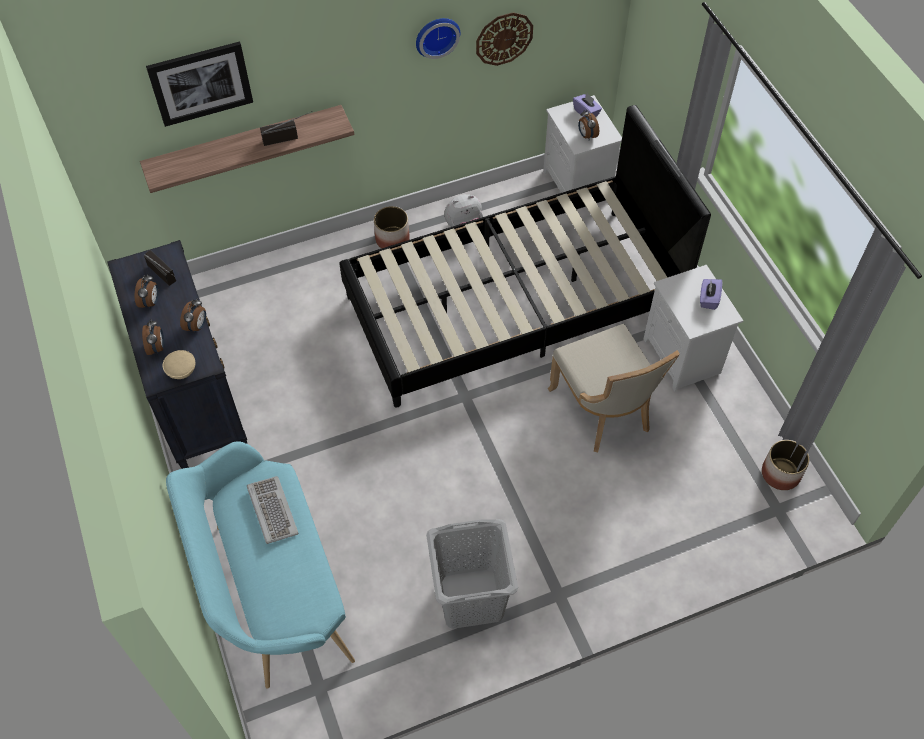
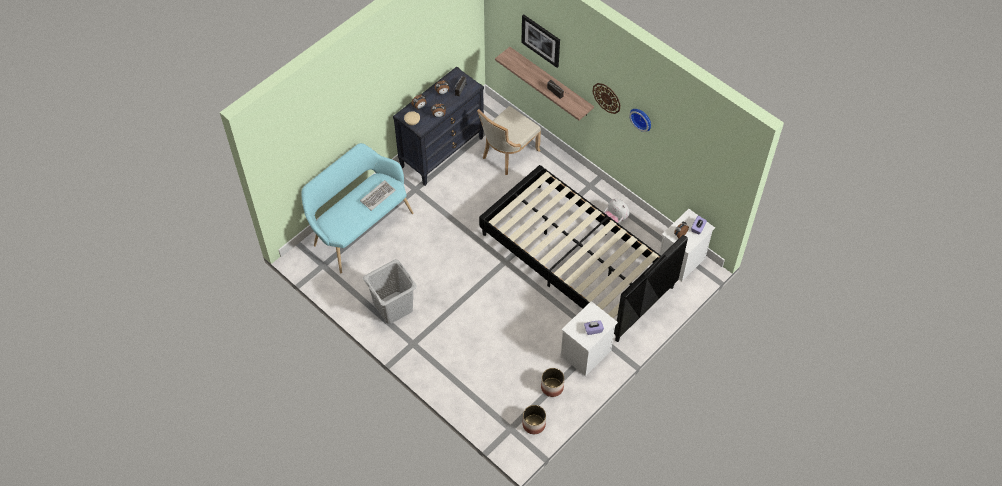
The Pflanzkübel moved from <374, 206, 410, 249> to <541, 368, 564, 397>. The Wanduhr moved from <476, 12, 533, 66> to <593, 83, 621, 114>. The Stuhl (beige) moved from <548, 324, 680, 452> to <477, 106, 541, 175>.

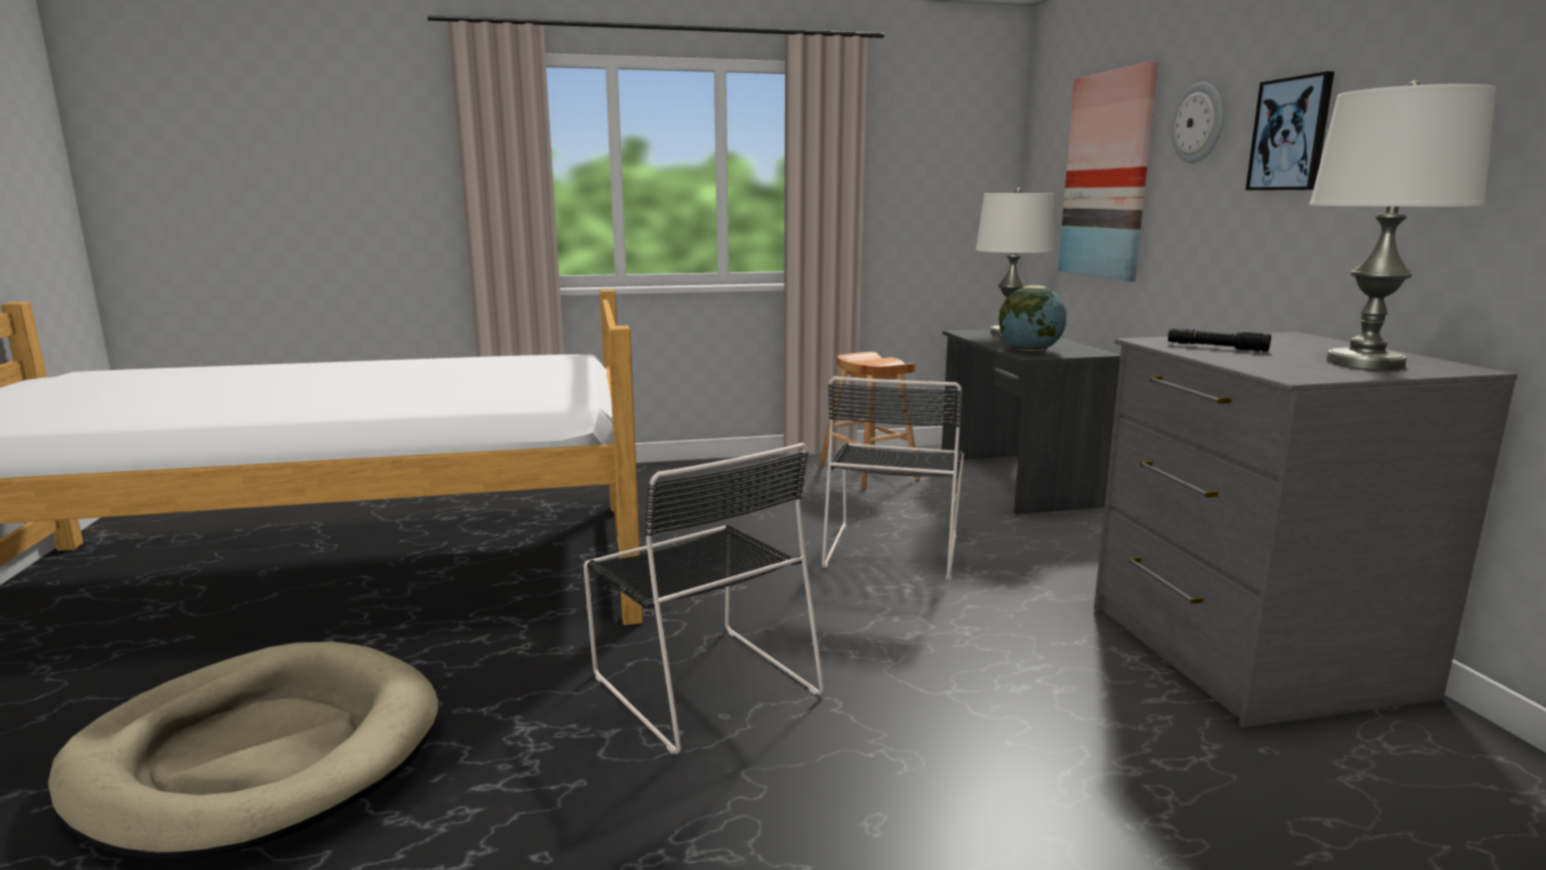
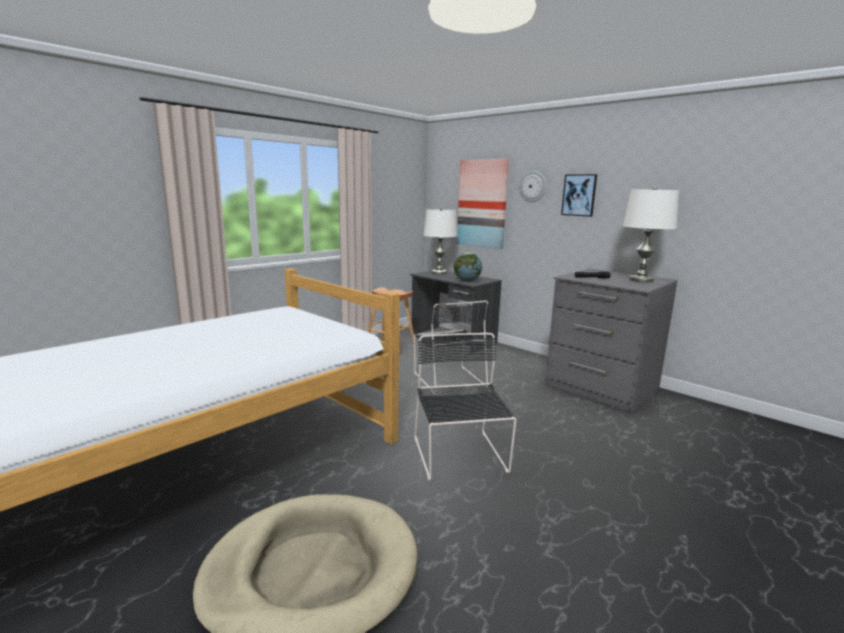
The Stuhl (schwarz) at <583, 443, 824, 754> turned 120 degrees counterclockwise.

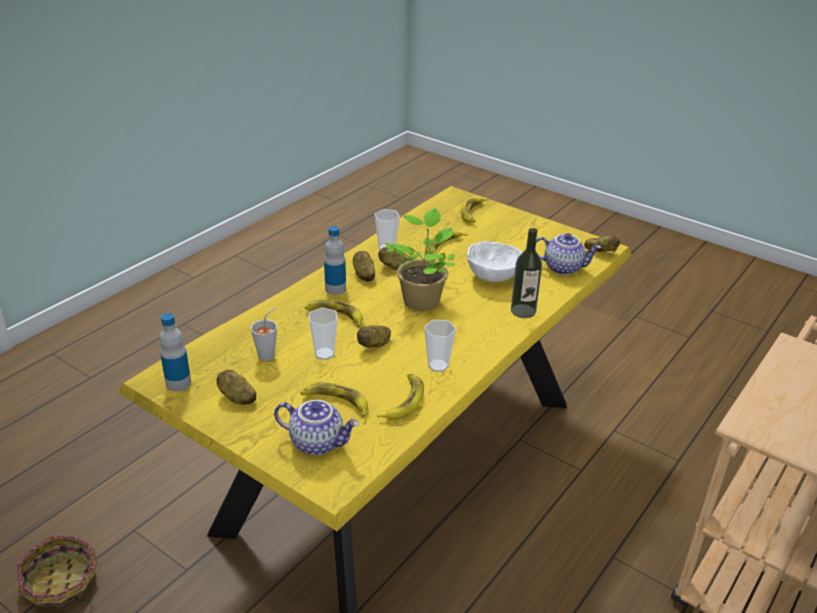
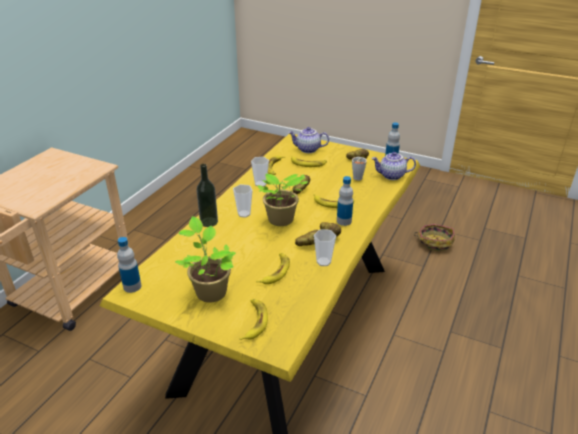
The Tasse moved from <308, 307, 338, 360> to <233, 184, 253, 217>. The Schüssel (weiß) at <467, 241, 522, 282> disappeared. The Teekanne moved from <536, 233, 601, 275> to <371, 152, 416, 180>. The Kartoffel at <584, 235, 620, 252> was replaced by the Flasche at <117, 237, 142, 293>. The Topfpflanze at <175, 216, 236, 303> appeared.

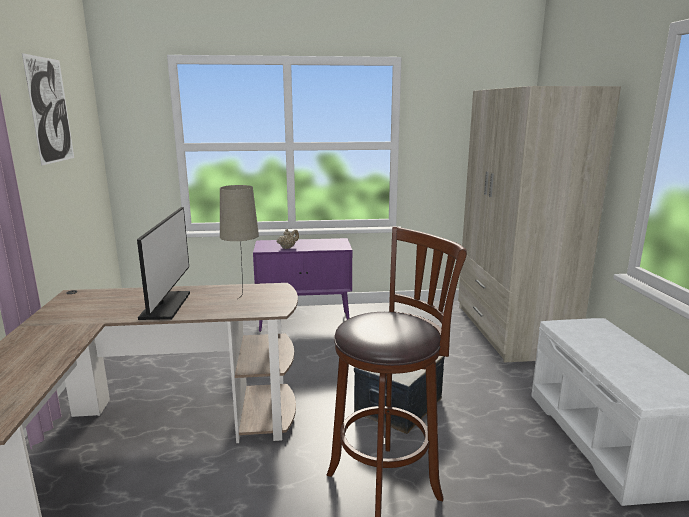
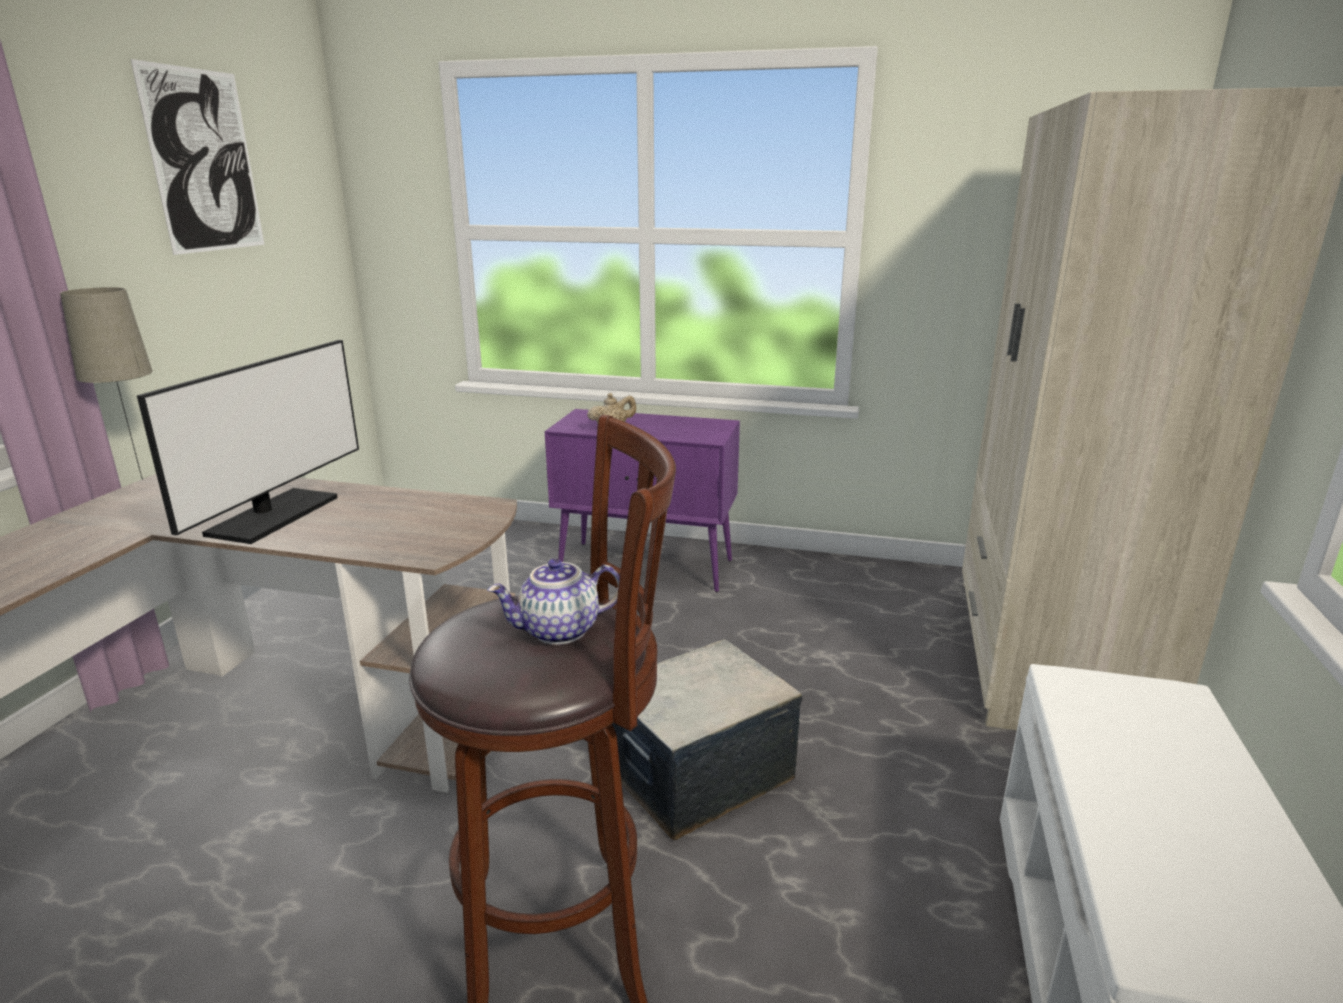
The Tischlampe (beige) moved from <220, 185, 259, 299> to <60, 287, 153, 480>. The Teekanne at <487, 559, 620, 645> appeared.

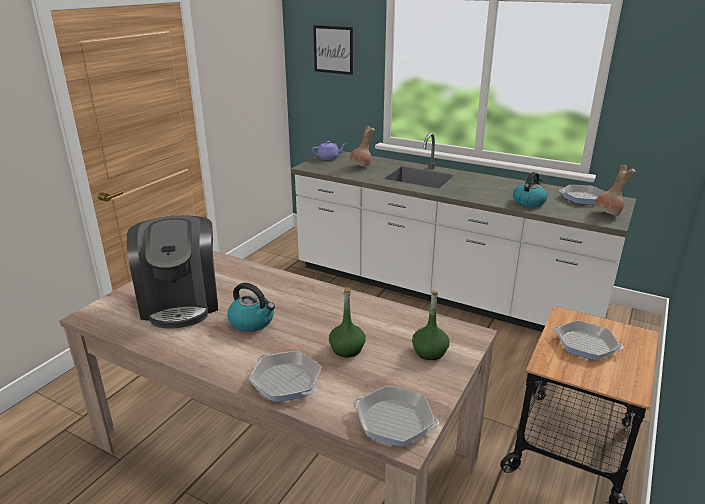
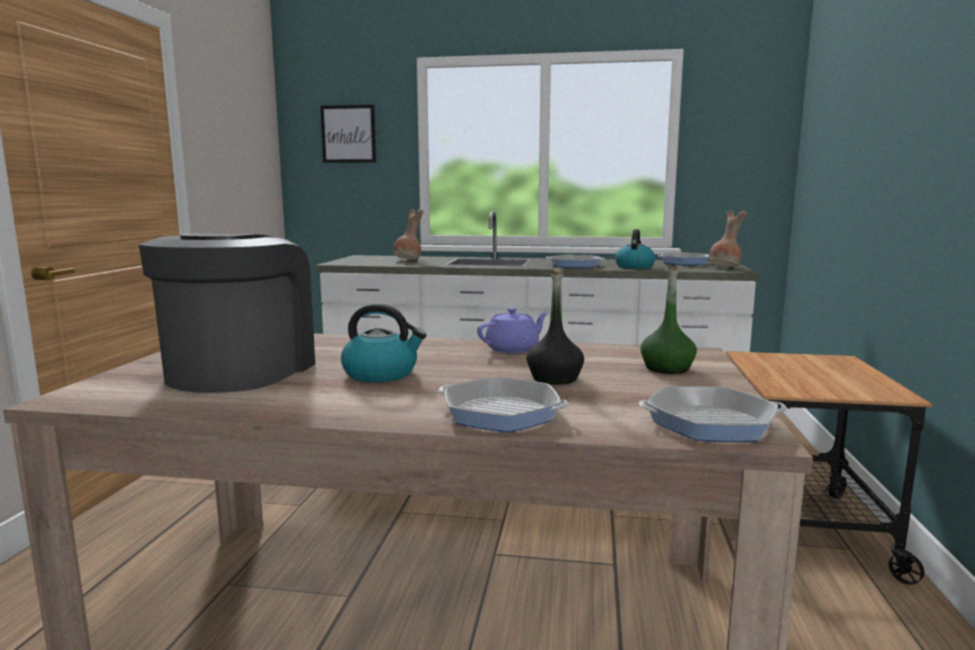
The Kaffeemaschine at <127, 215, 218, 329> turned 135 degrees counterclockwise. The Teekanne (lila) moved from <312, 141, 346, 160> to <477, 308, 549, 353>. The Flasche (grün) at <329, 287, 366, 358> became the Flasche (schwarz) at <526, 269, 584, 385>. The Pfanne moved from <553, 320, 624, 361> to <546, 255, 605, 268>.

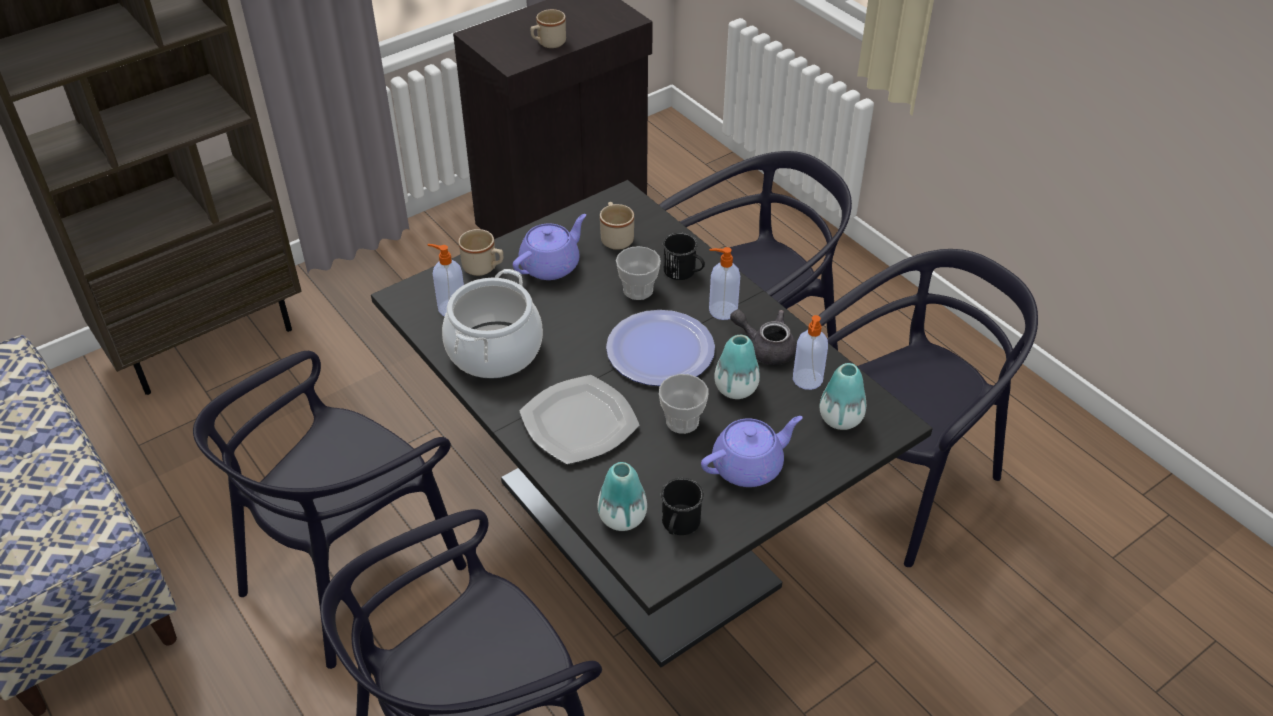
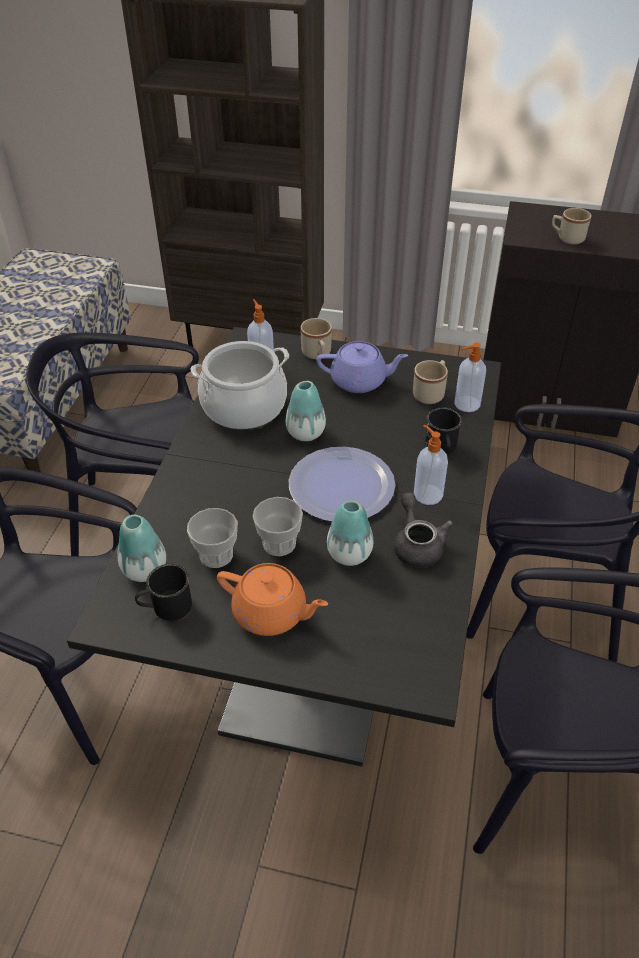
The Teller at <519, 375, 640, 464> disappeared. The Tasse moved from <616, 246, 661, 300> to <187, 508, 238, 568>. The Teekanne (lila) at <701, 416, 803, 487> became the Teekanne (orange) at <217, 563, 328, 636>. The Seifenspender moved from <793, 315, 828, 390> to <454, 343, 486, 412>. The Vase moved from <820, 363, 867, 430> to <286, 381, 326, 441>.

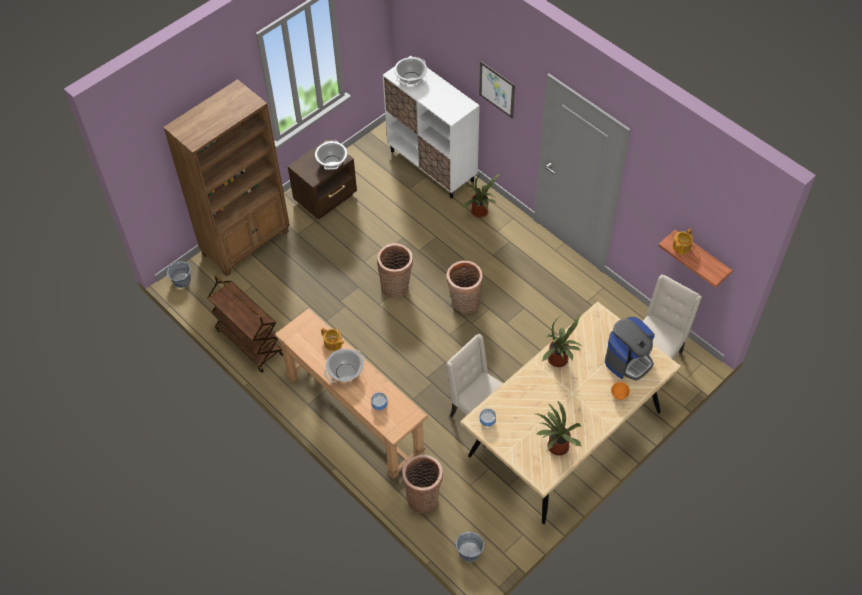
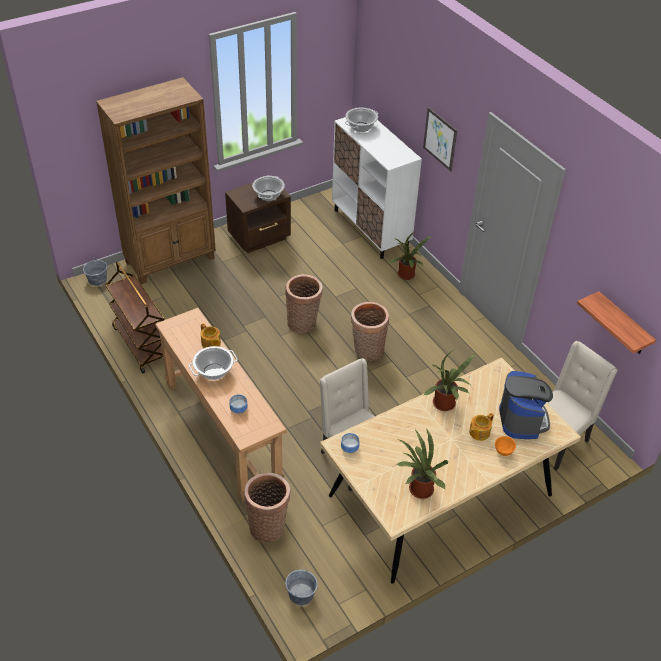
The Kaffeemaschine at <605, 317, 655, 381> turned 60 degrees counterclockwise. The Teekanne moved from <672, 228, 693, 254> to <469, 413, 494, 441>.

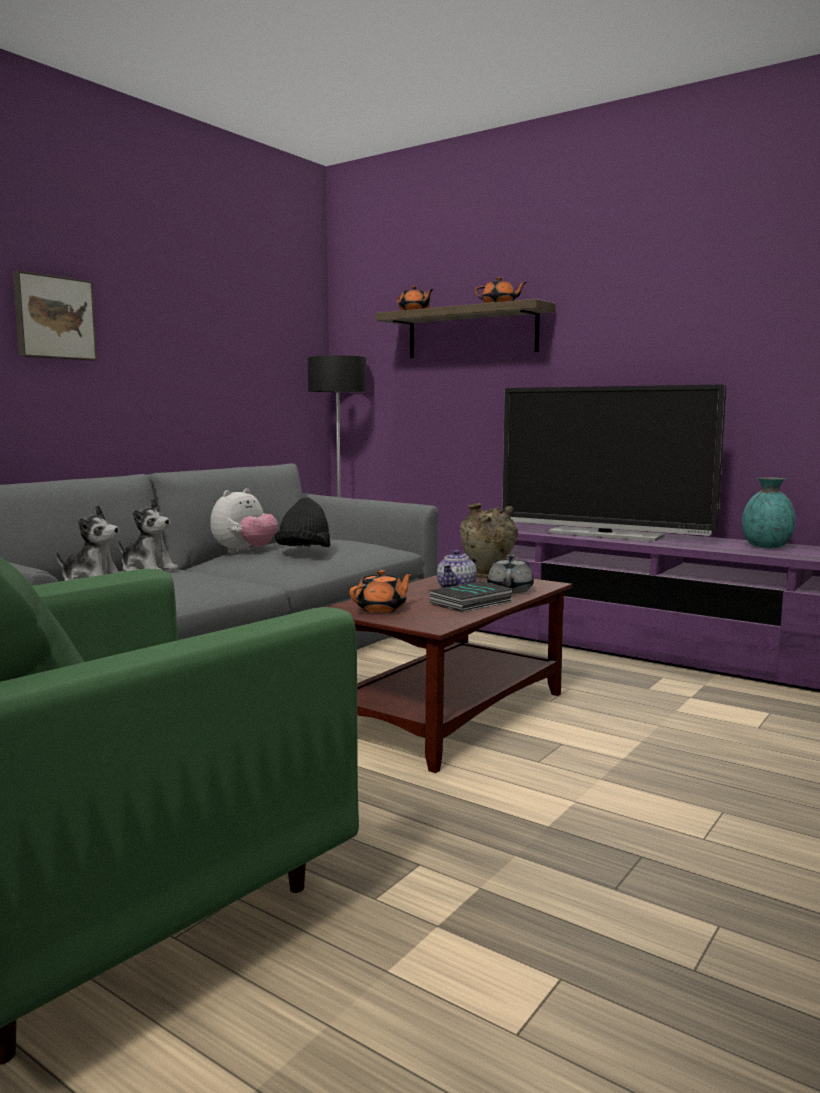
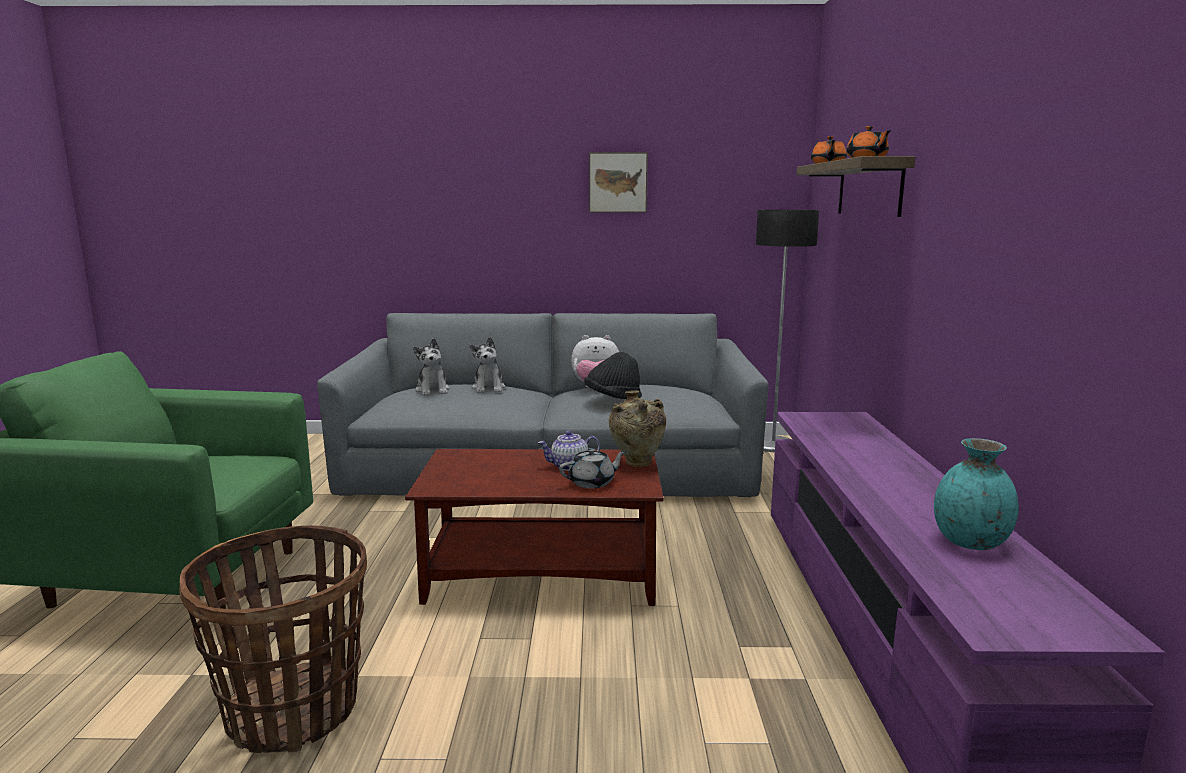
The Bild moved from <13, 271, 97, 360> to <589, 152, 648, 213>. The Teekanne (orange) at <349, 570, 413, 613> disappeared. The Buch at <429, 581, 513, 612> disappeared. The Fernseher at <502, 385, 726, 542> disappeared. The Korb at <179, 525, 367, 753> appeared.

